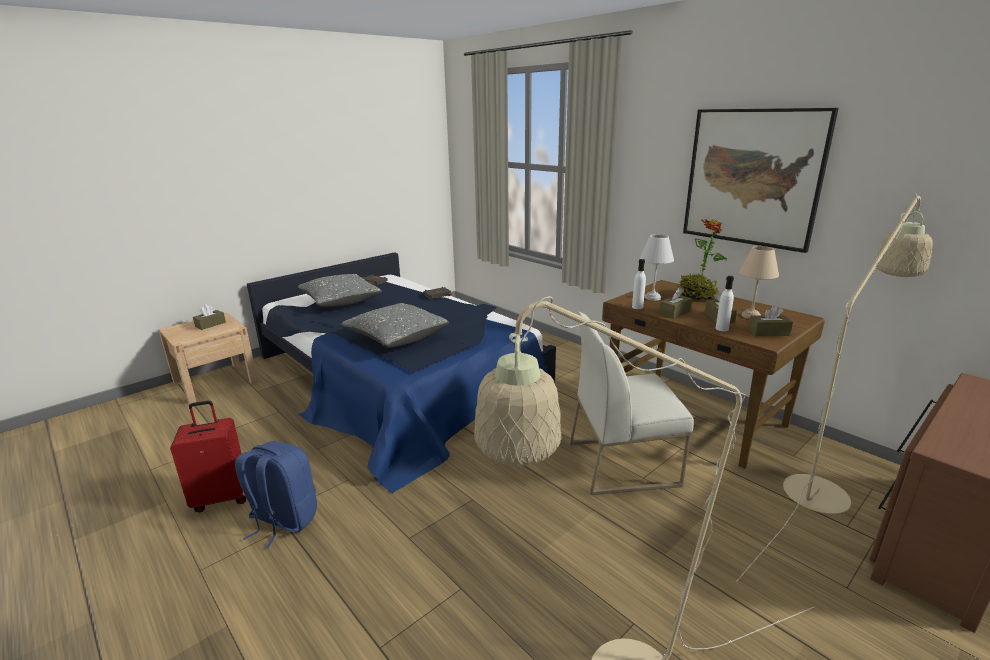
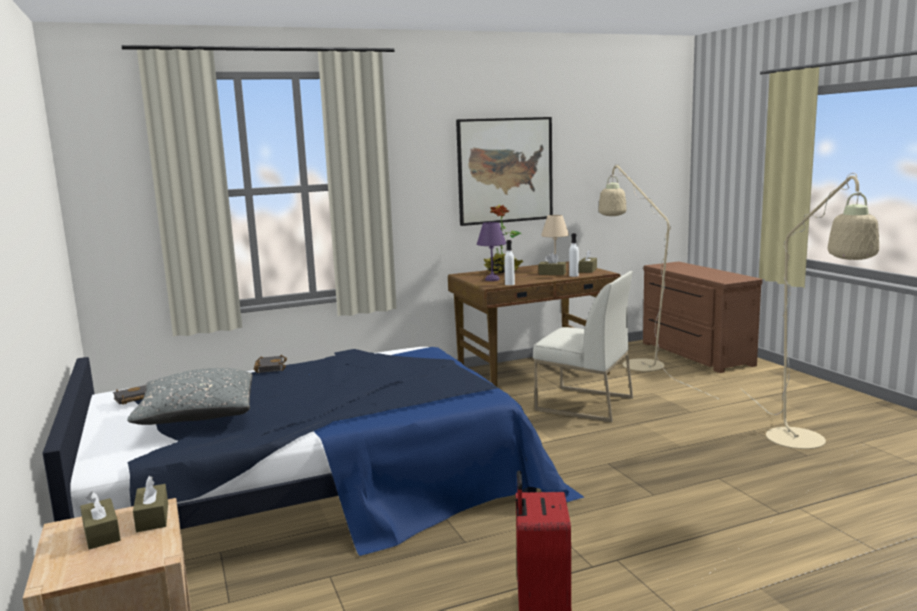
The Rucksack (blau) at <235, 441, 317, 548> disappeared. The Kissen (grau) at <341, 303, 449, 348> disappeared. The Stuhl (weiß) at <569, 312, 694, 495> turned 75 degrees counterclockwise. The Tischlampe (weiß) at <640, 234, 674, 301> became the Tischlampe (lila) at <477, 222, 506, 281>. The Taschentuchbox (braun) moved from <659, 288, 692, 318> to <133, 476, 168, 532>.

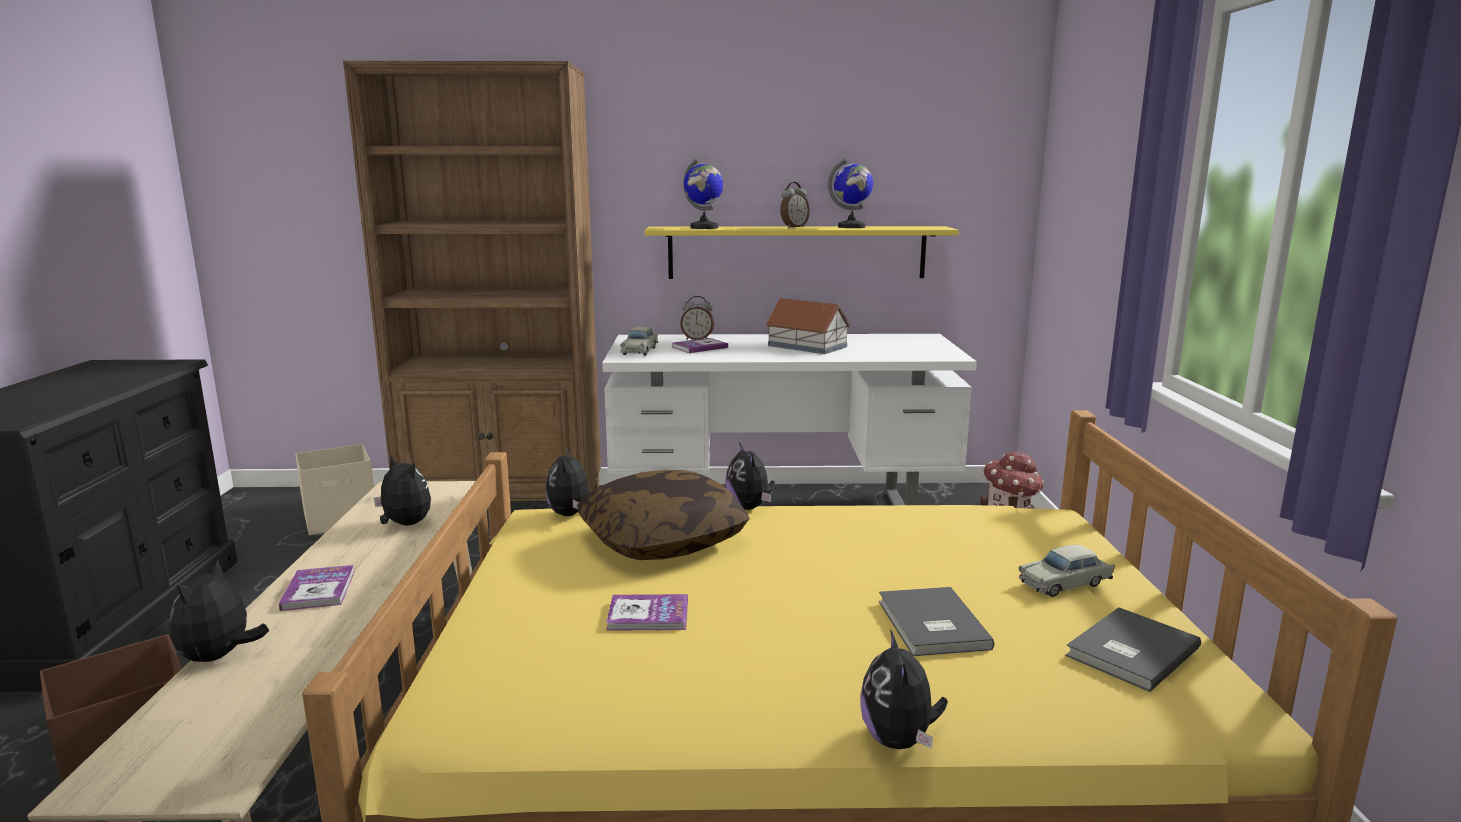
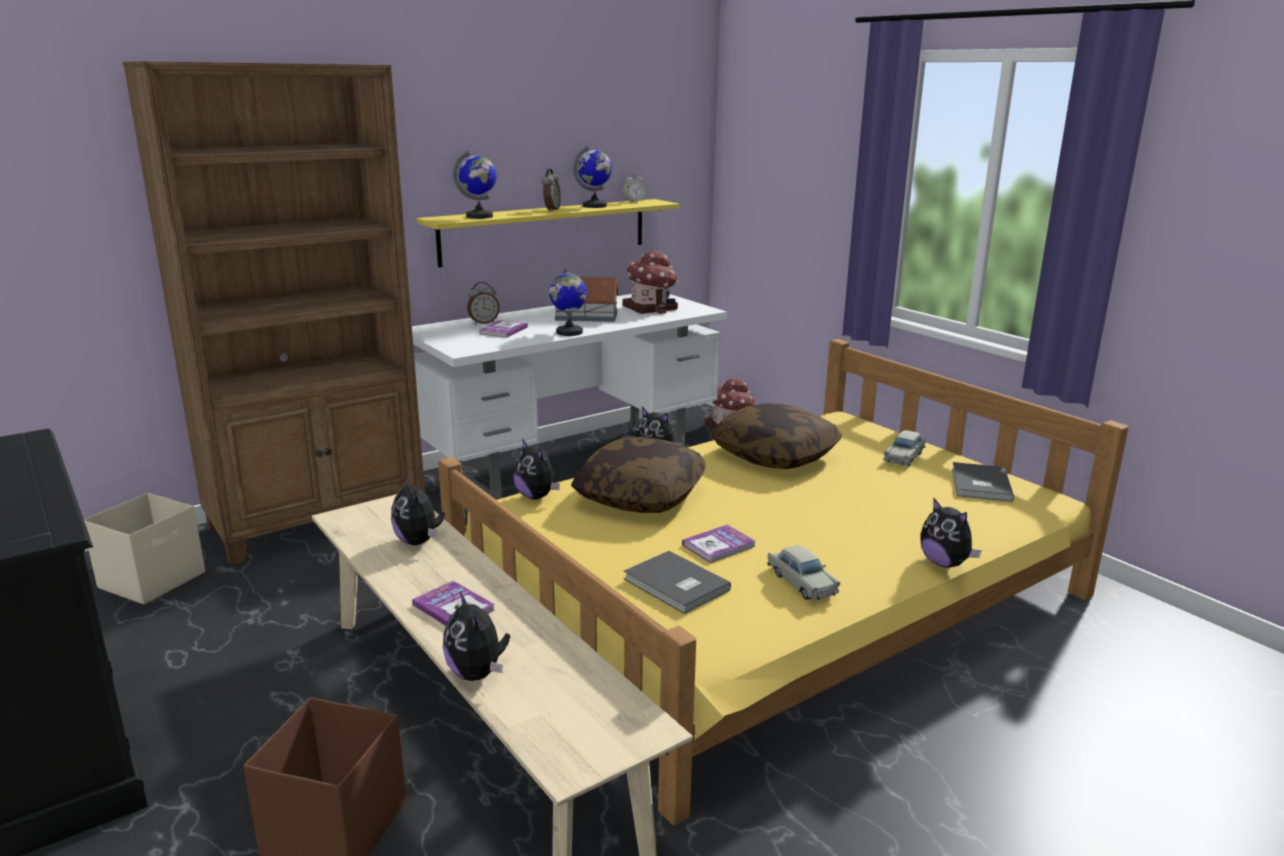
The Plüschtier at <374, 455, 431, 525> turned 120 degrees counterclockwise. The Spielzeugauto (beige) moved from <620, 326, 658, 356> to <767, 545, 840, 600>. The Buch (grau) moved from <879, 587, 994, 656> to <624, 551, 731, 614>. The Globus at <549, 267, 587, 336> appeared. The Spielzeughaus at <622, 251, 678, 314> appeared. The Wecker at <623, 173, 646, 203> appeared. The Kissen at <711, 403, 842, 469> appeared.

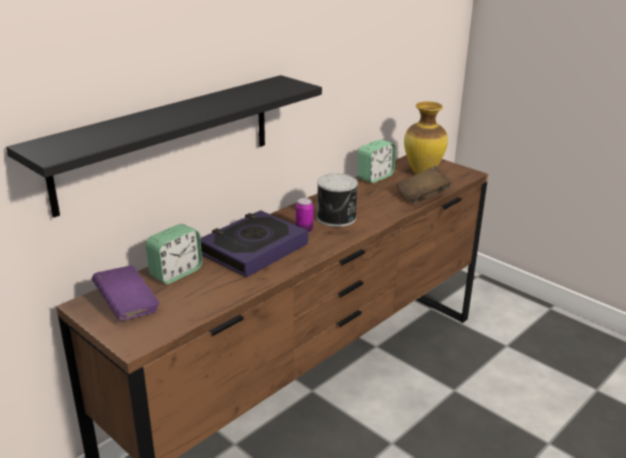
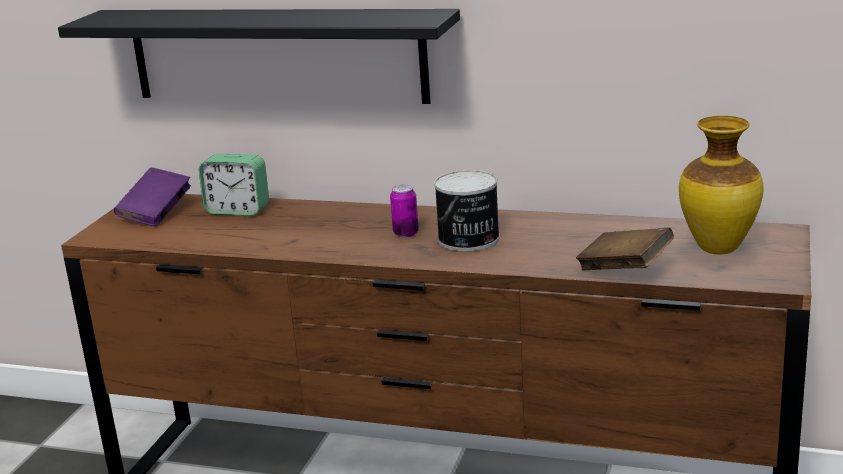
The Buch at <200, 210, 308, 278> disappeared. The Wecker at <358, 139, 396, 183> disappeared.

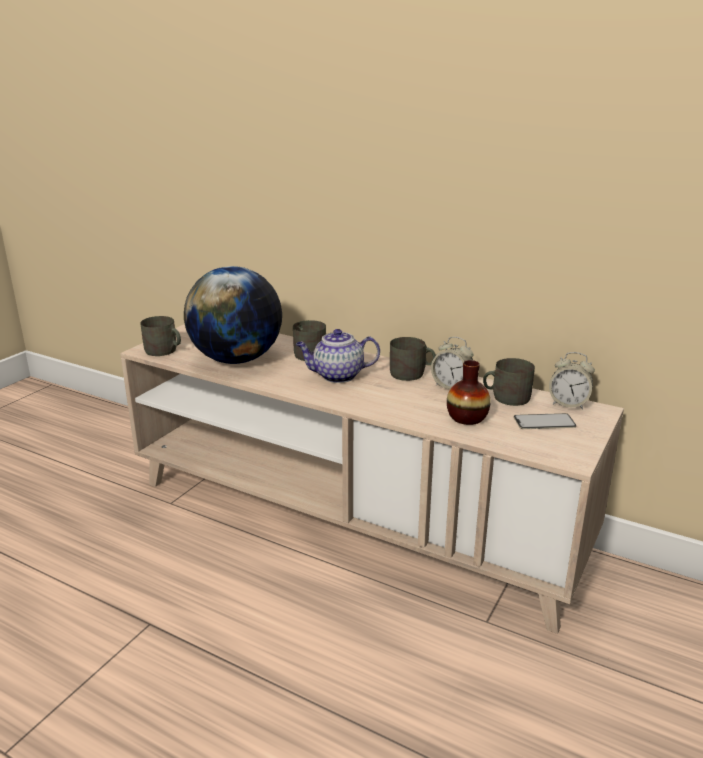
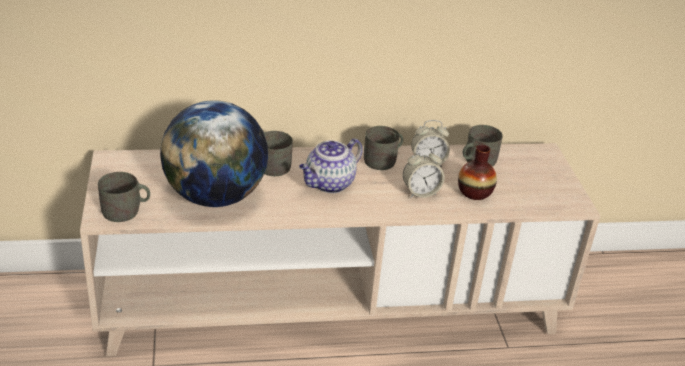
The Handy at <514, 413, 576, 429> disappeared. The Wecker moved from <549, 352, 595, 409> to <403, 148, 444, 198>.

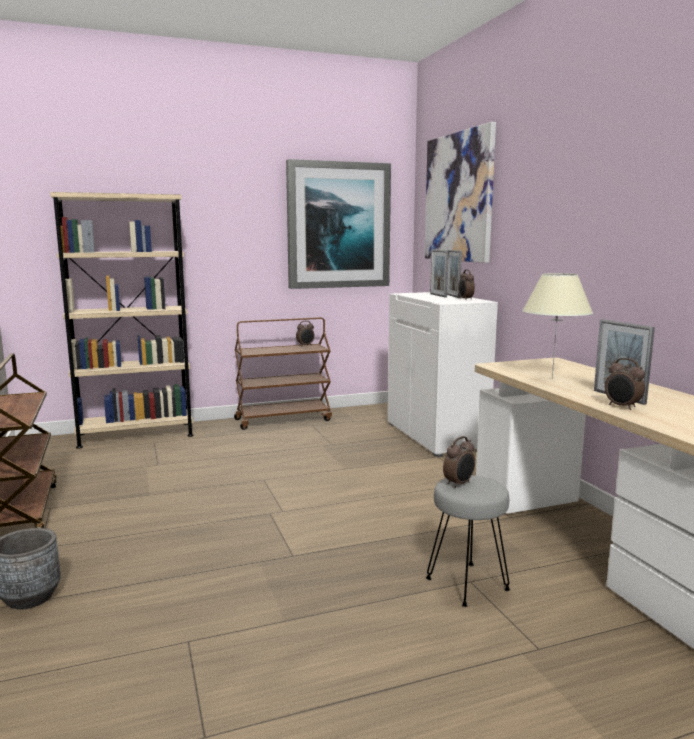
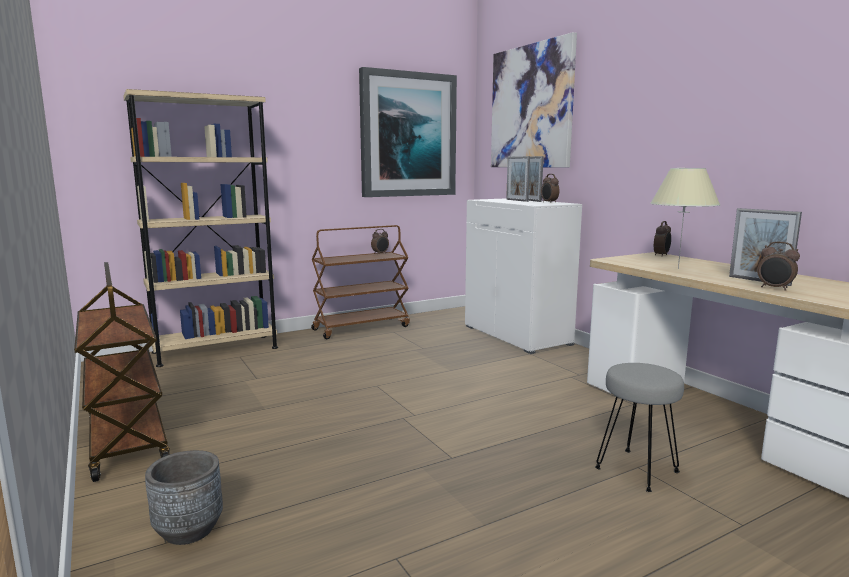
The Wecker moved from <443, 436, 475, 488> to <654, 221, 671, 256>.

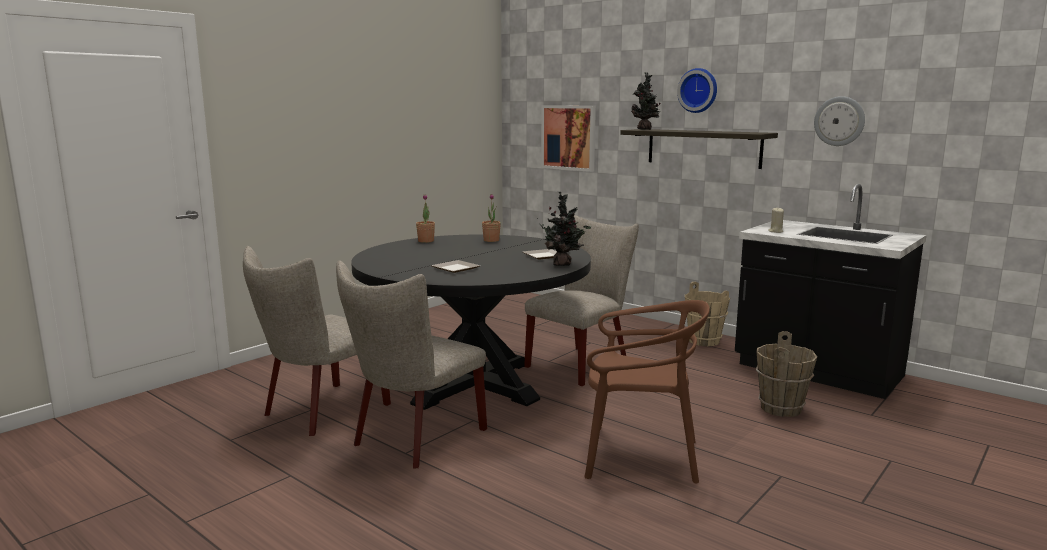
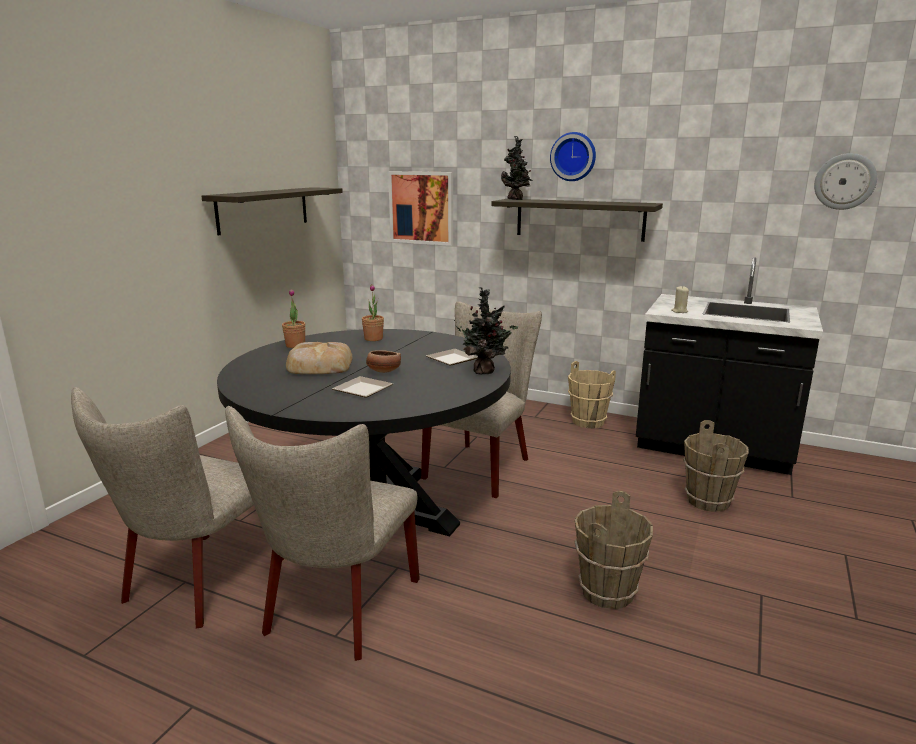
The Stuhl (braun) at <584, 300, 710, 484> was replaced by the Eimer (braun) at <574, 491, 653, 609>. The Wanduhr moved from <814, 96, 865, 146> to <814, 153, 877, 210>. The Wandregal at <201, 187, 343, 236> appeared. The Brot at <286, 342, 353, 374> appeared. The Schüssel at <366, 350, 401, 373> appeared.

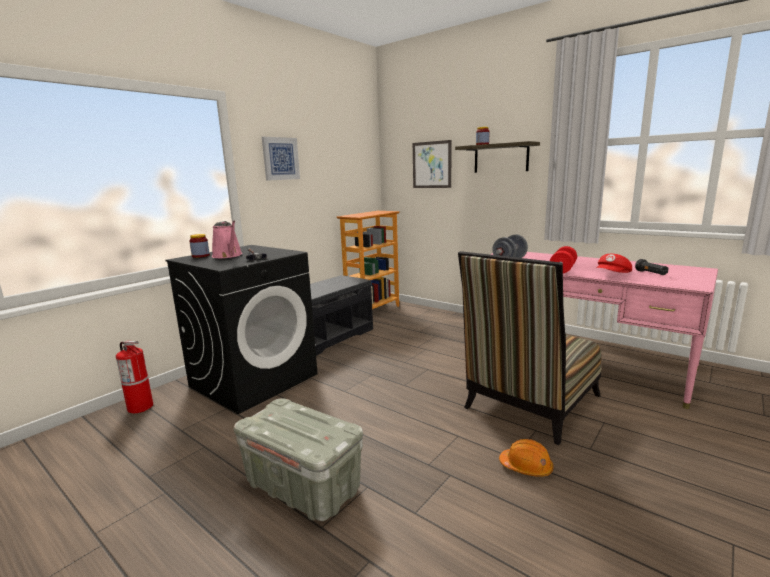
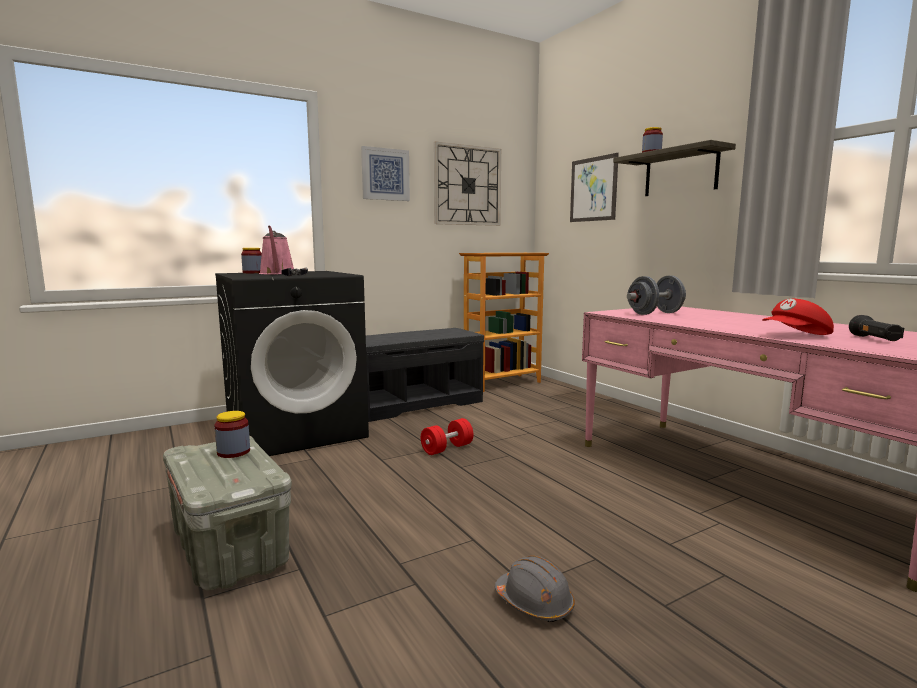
The Feuerlöscher at <116, 341, 153, 413> disappeared. The Stuhl at <458, 251, 601, 445> disappeared. The Schutzhelm (orange) at <499, 439, 554, 477> became the Schutzhelm (grau) at <495, 556, 575, 622>. The Hantel (rot) moved from <550, 246, 577, 273> to <421, 418, 473, 455>. The Vorratsglas at <214, 411, 250, 458> appeared. The Wanduhr at <434, 141, 501, 226> appeared.

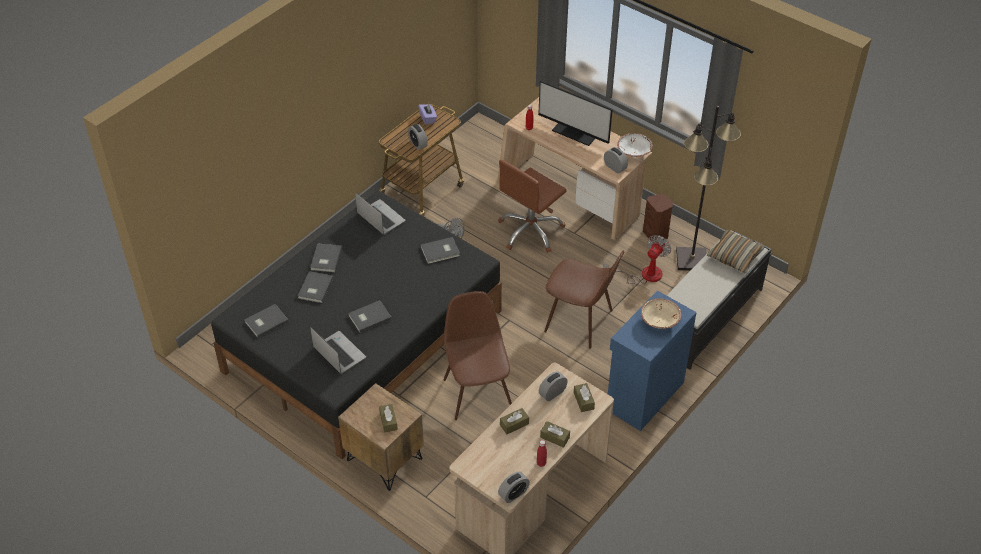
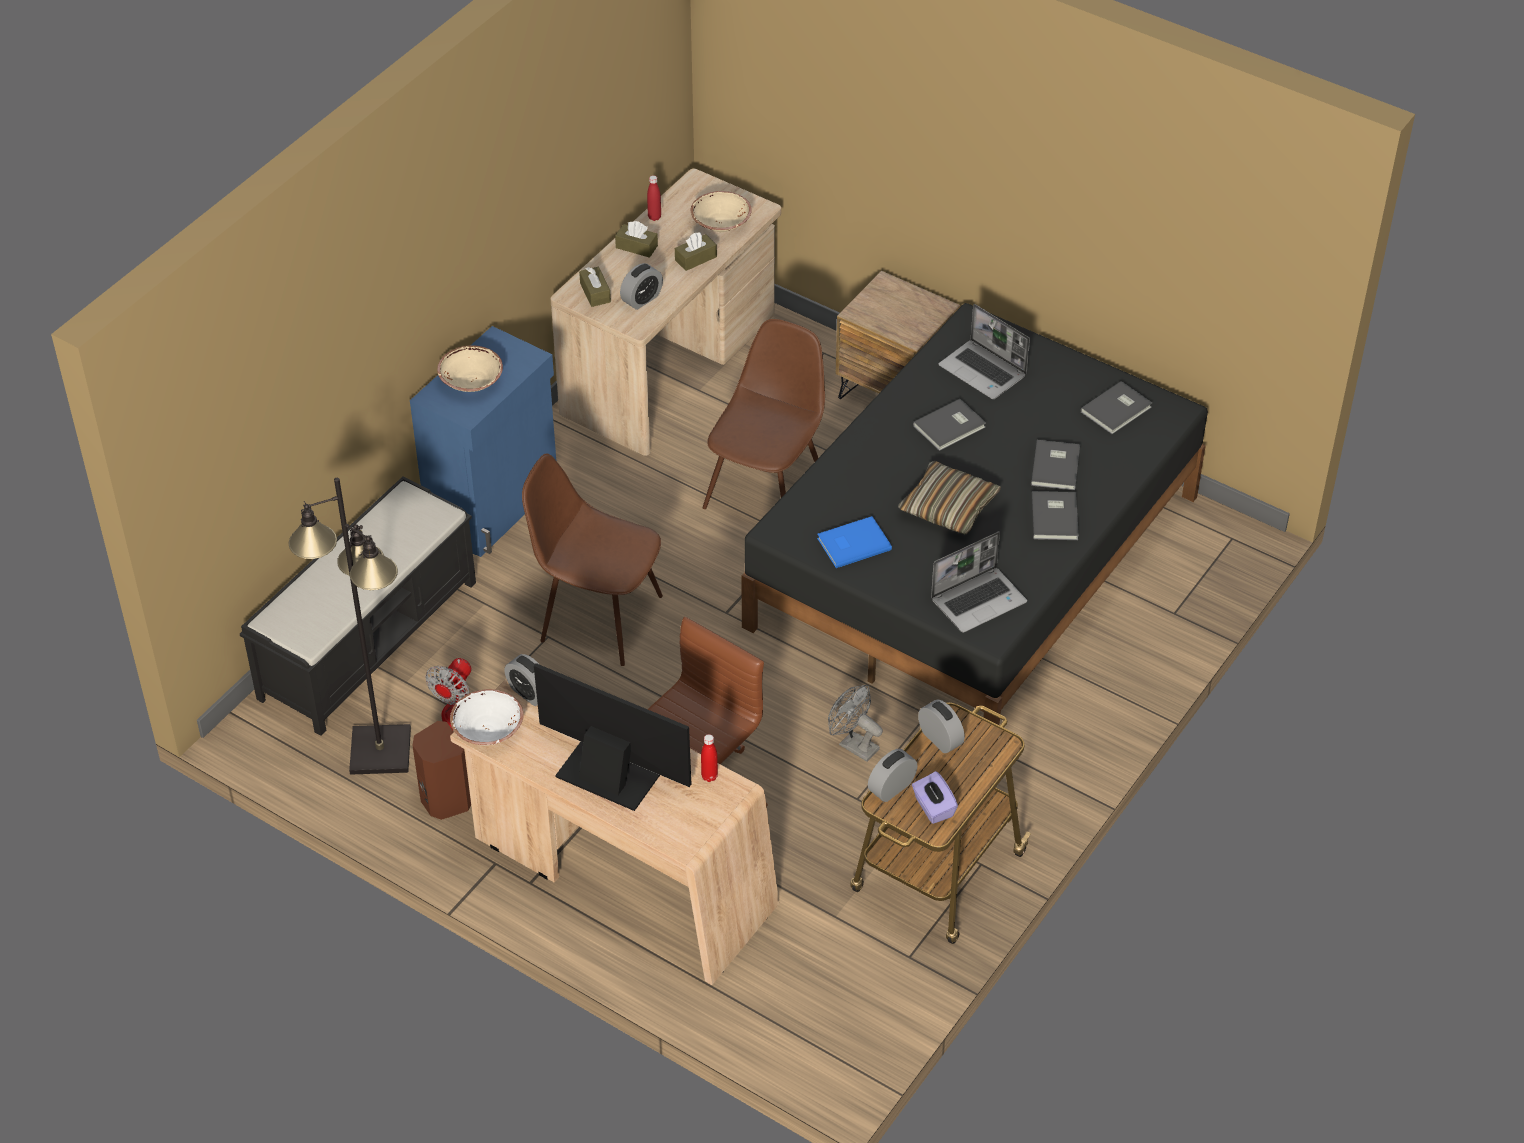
The Laptop at <355, 192, 406, 235> turned 75 degrees counterclockwise. The Taschentuchbox (braun) at <379, 404, 398, 433> disappeared. The Buch (grau) at <421, 237, 460, 264> became the Buch (blau) at <817, 516, 892, 568>. The Stuhl (braun) at <443, 291, 512, 420> turned 135 degrees counterclockwise. The Wecker moved from <498, 472, 530, 503> to <868, 749, 918, 802>. The Kissen moved from <707, 230, 764, 273> to <898, 461, 1001, 534>. The Schüssel (beige) at <690, 191, 752, 233> appeared.

